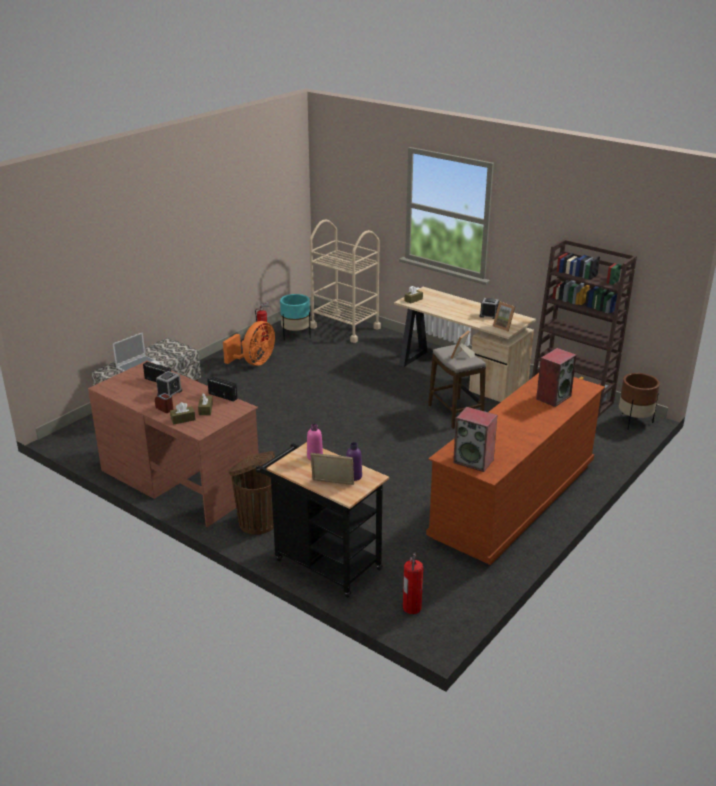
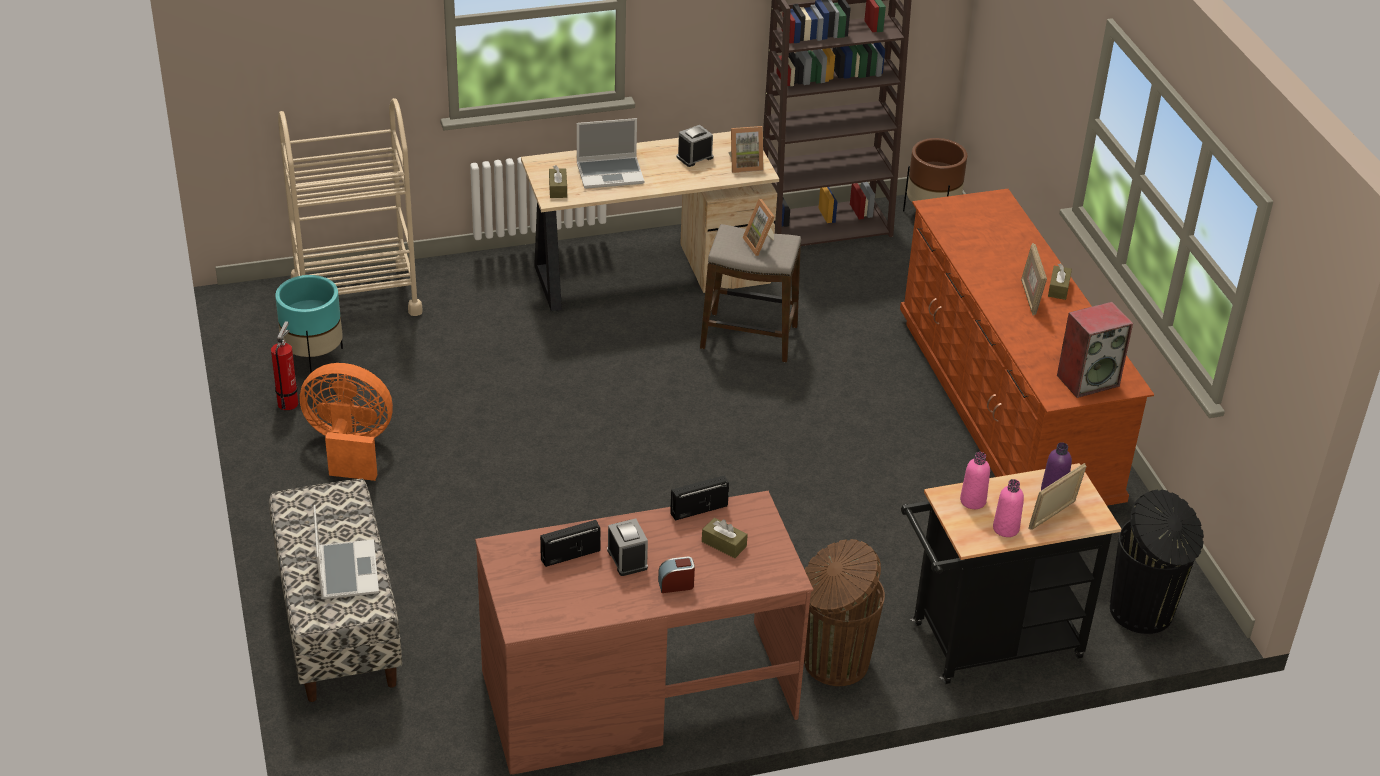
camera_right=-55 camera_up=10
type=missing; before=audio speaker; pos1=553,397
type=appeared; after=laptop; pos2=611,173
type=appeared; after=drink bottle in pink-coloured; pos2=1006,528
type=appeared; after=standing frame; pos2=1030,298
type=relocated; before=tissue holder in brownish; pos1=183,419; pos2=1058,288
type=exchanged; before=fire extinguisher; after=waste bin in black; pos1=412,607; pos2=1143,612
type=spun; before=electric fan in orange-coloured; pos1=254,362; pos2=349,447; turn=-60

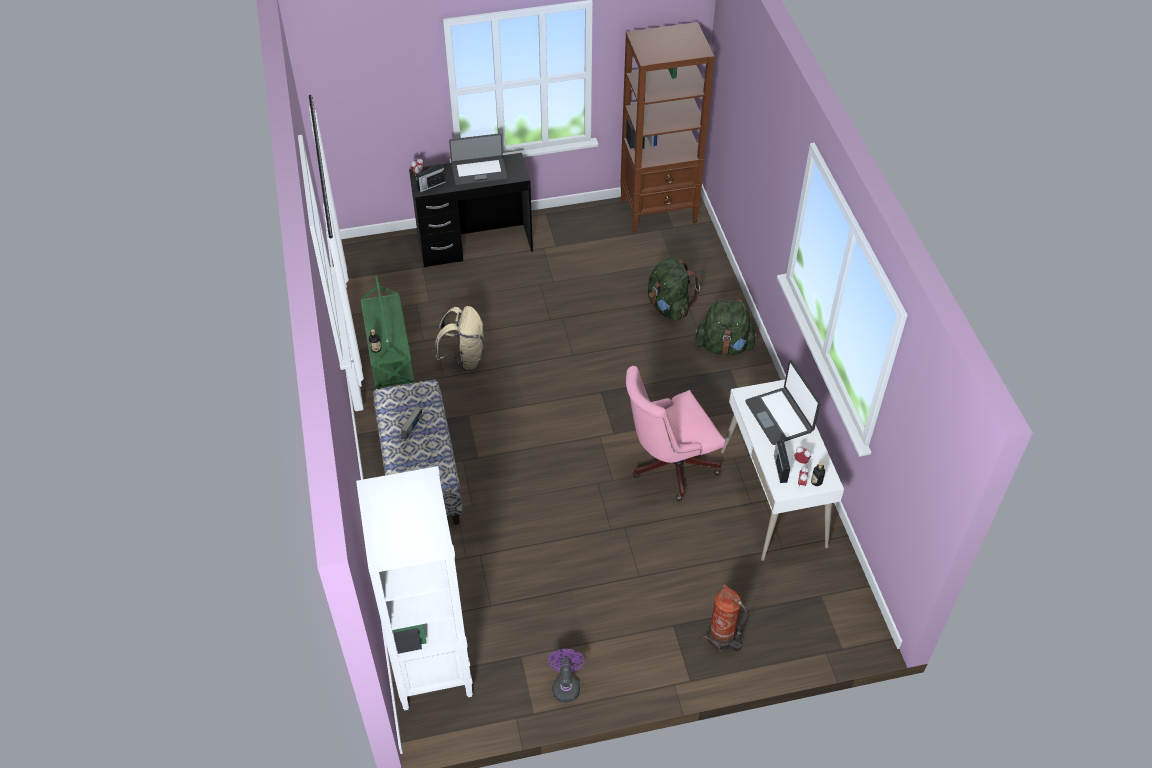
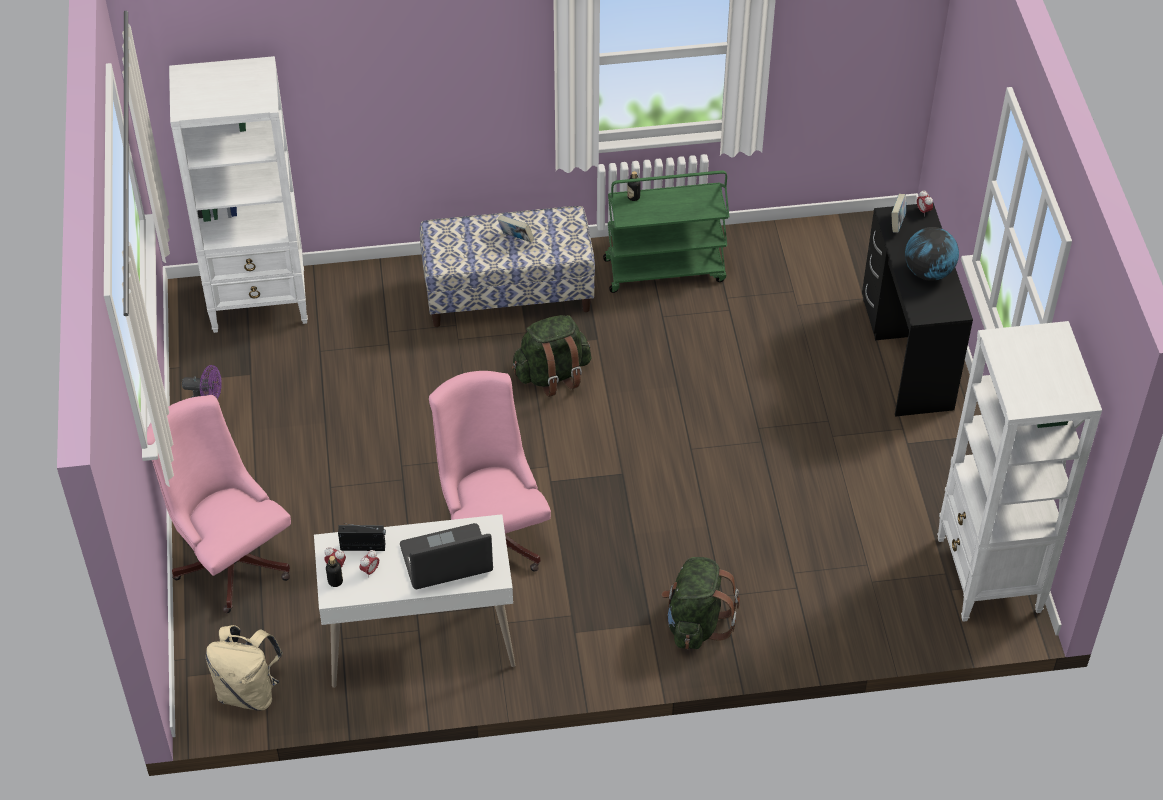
camera_right=95 camera_up=0
type=relocated; before=rucksack in beige-coloured; pos1=464,358; pos2=249,691
type=relocated; before=rucksack in greenish; pos1=669,306; pos2=552,375
type=exchanged; before=radio; after=volume; pos1=431,186; pos2=897,223
type=exchanged; before=laptop; after=world globe; pos1=479,171; pos2=928,272
type=exchanged; before=fire extinguisher; after=computer chair in pink-coloured; pos1=722,638; pos2=229,557
type=colour; before=bookcase in brownish; after=bookcase in white; pos1=659,211; pos2=988,576

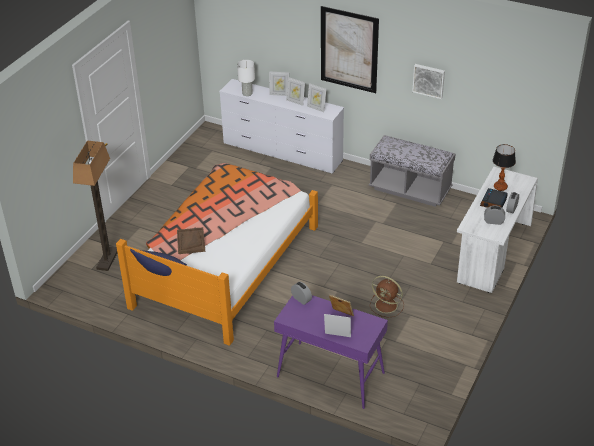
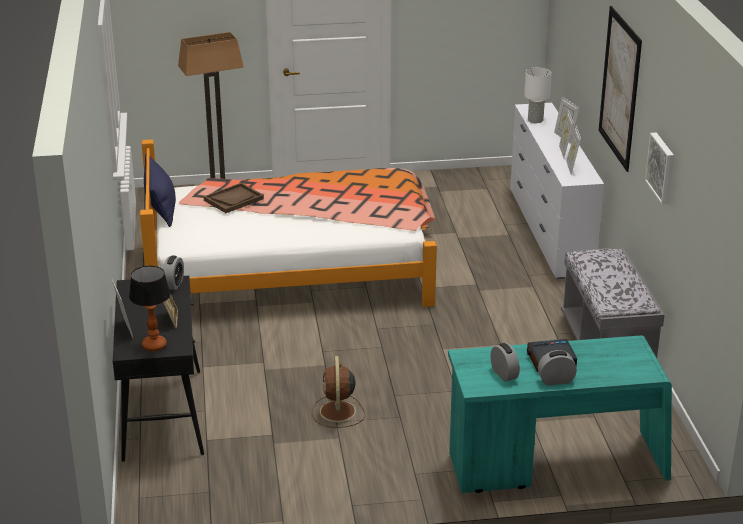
camera_right=55 camera_up=-10
type=relocated; before=tabletop lamp; pos1=500,187; pos2=154,345
type=colour; before=hall table in purple-coloured; after=hall table in black; pos1=330,375; pos2=162,414
type=colour; before=desk table in white; after=desk table in turquoise; pos1=492,253; pos2=555,465

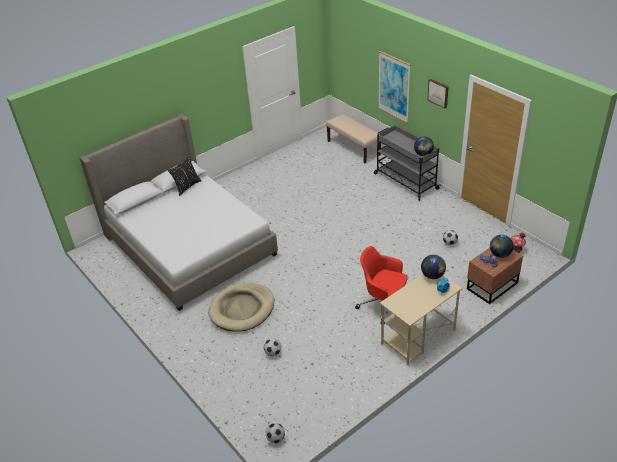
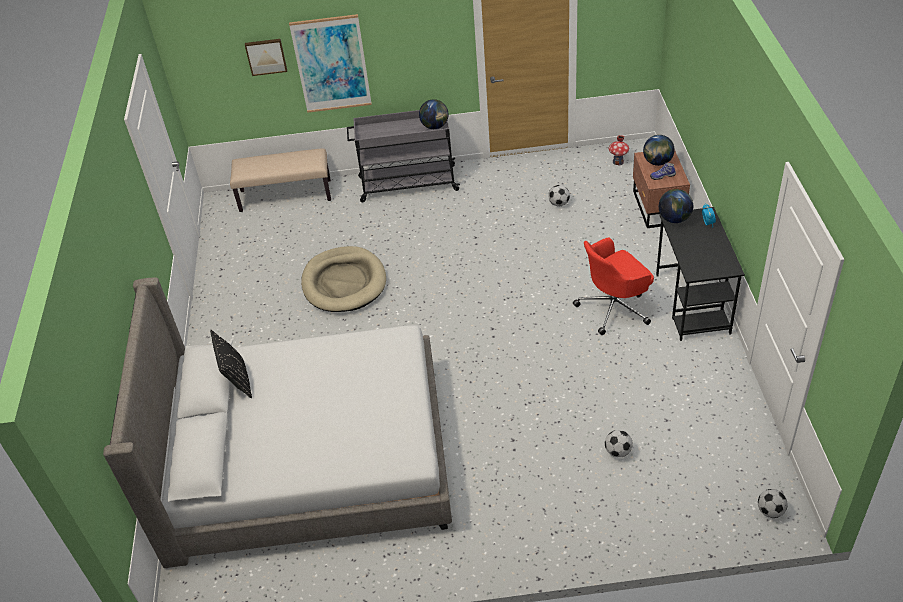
camera_right=-55 camera_up=5
type=relocated; before=dog bed in beige-coloured; pos1=242,309; pos2=344,282
type=relocated; before=wall picture; pos1=438,93; pos2=266,56
type=colour; before=desk table in beige-coloured; after=desk table in black; pos1=418,337; pos2=692,304

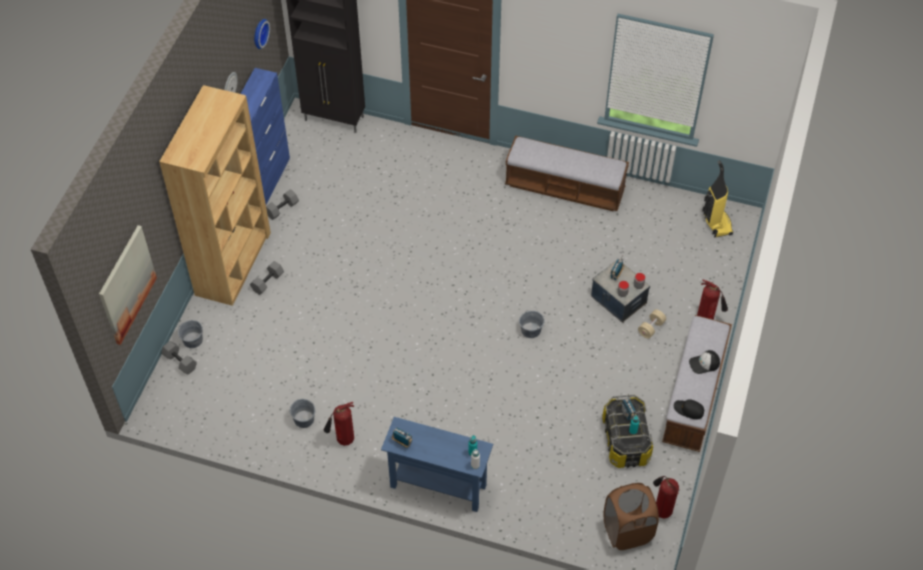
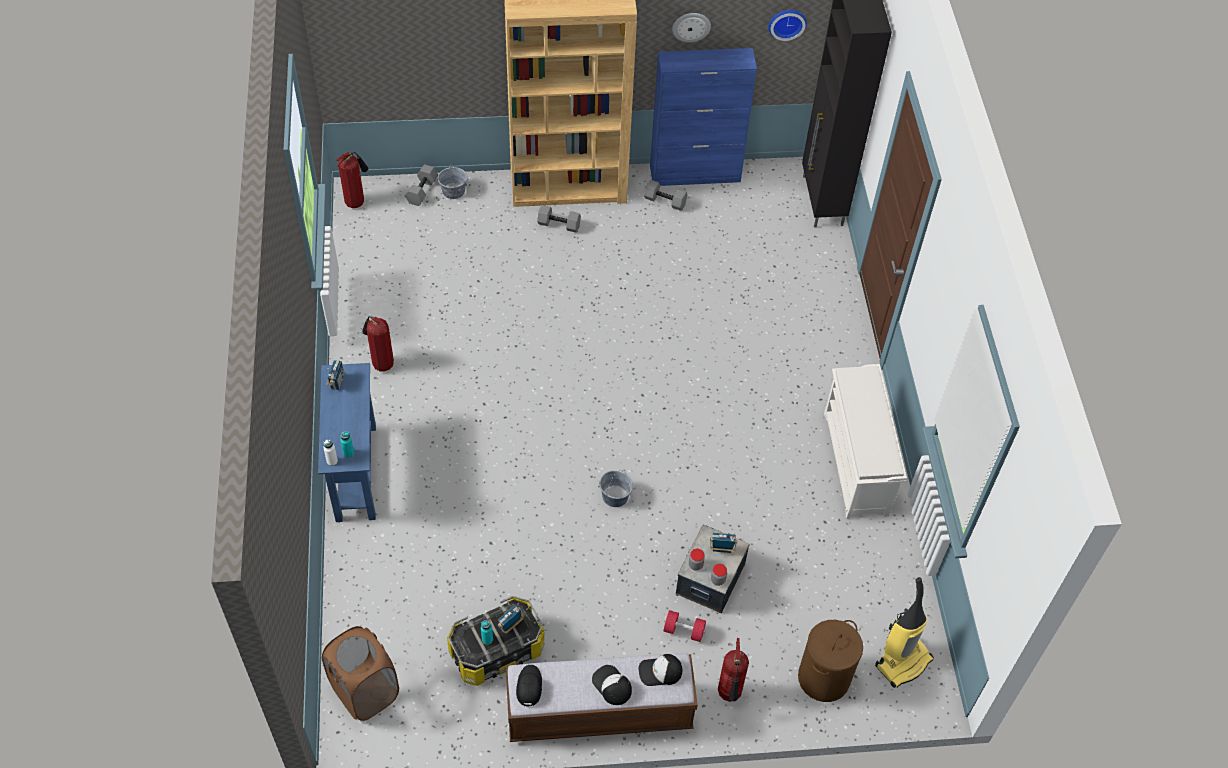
camera_right=65 camera_up=0
type=missing; before=wall picture; pos1=126,284
type=missing; before=bucket in gray; pos1=303,419
type=appeared; after=peaked cap; pos2=660,672
type=appeared; after=hamper in brownish; pos2=823,678
type=relocated; before=fire extinguisher; pos1=661,510; pos2=356,201
type=exchanged; before=indoor bench; after=shoe rack in white; pos1=565,188; pos2=857,464
type=colour; before=hand weight in beige-coloured; after=hand weight in red-coloured; pos1=651,328; pos2=684,631

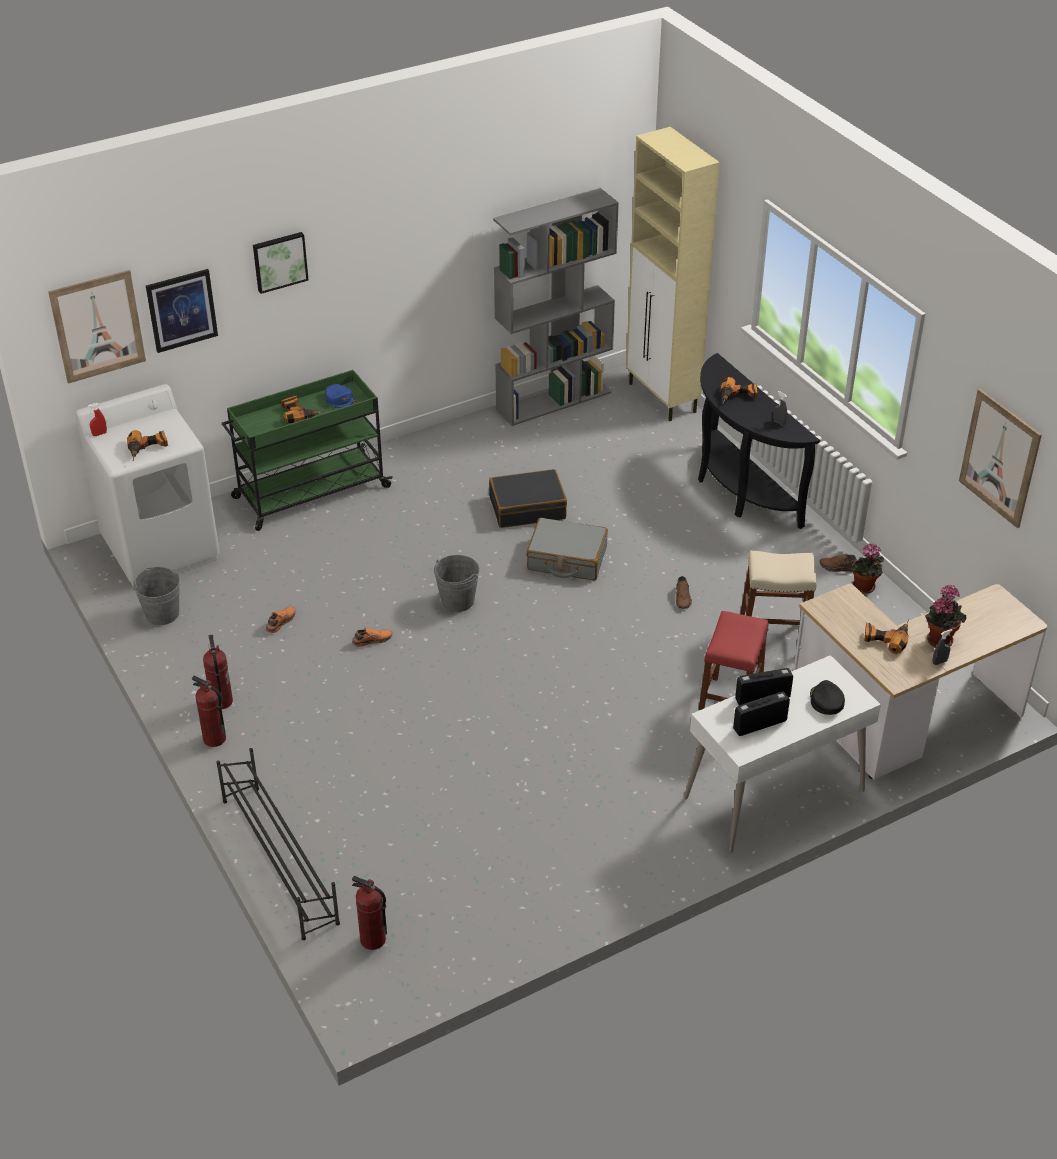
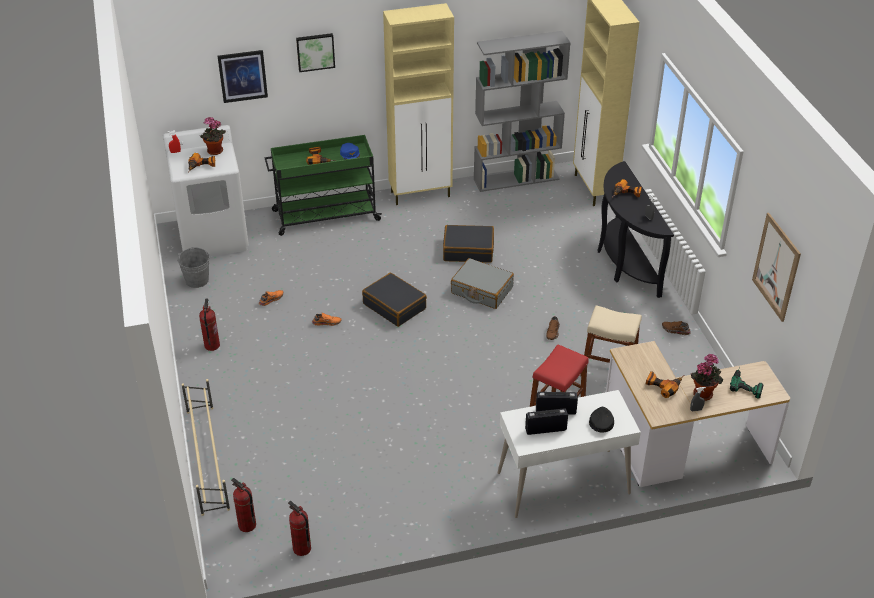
camera_right=15 camera_up=0
type=missing; before=wall picture; pos1=98,326
type=appeared; after=cupboard in beige-coloured; pos2=421,194
type=appeared; after=electric drill; pos2=747,383
type=relocated; before=fire extinguisher; pos1=214,739; pos2=301,549
type=relocated; before=houseplant; pos1=864,588; pos2=214,152
type=exchanged; before=bucket in gray; after=piece of luggage in black; pos1=457,601; pos2=395,306
type=colour; before=shoe rack in black; after=shoe rack in beige-coloured; pos1=279,859; pos2=208,458

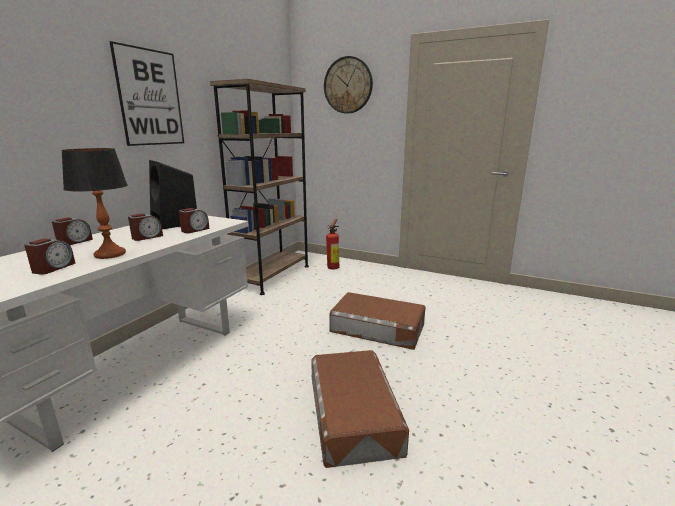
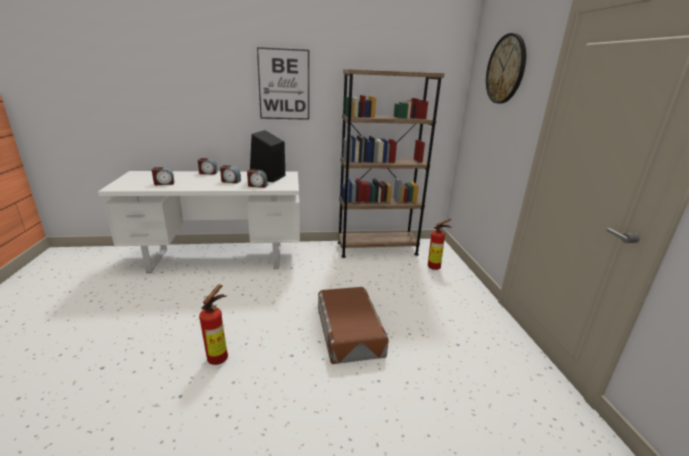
camera_right=55 camera_up=5
type=missing; before=tabletop lamp; pos1=110,254
type=exchanged; before=storage box in brownish; after=fire extinguisher; pos1=352,413; pos2=220,357

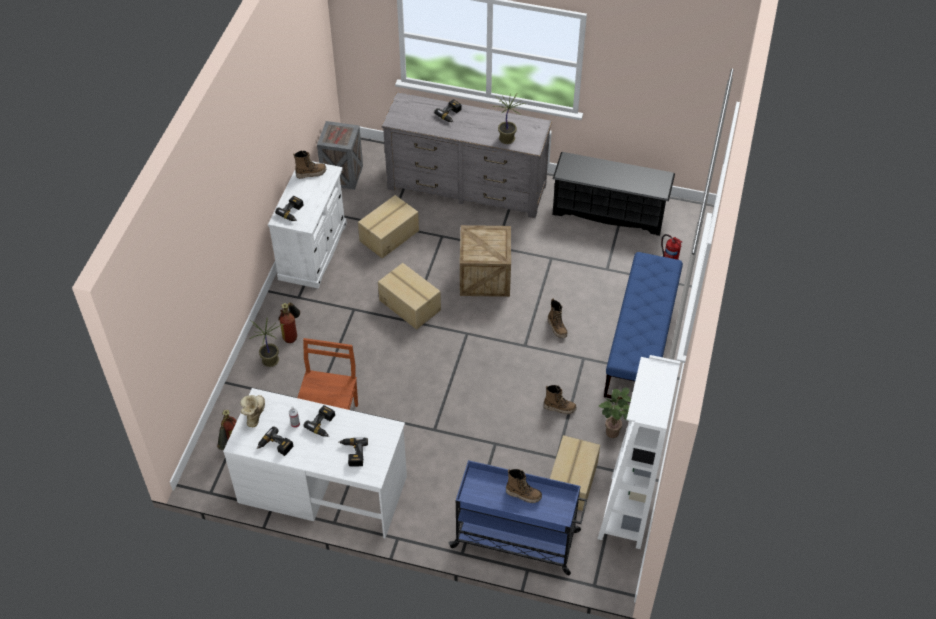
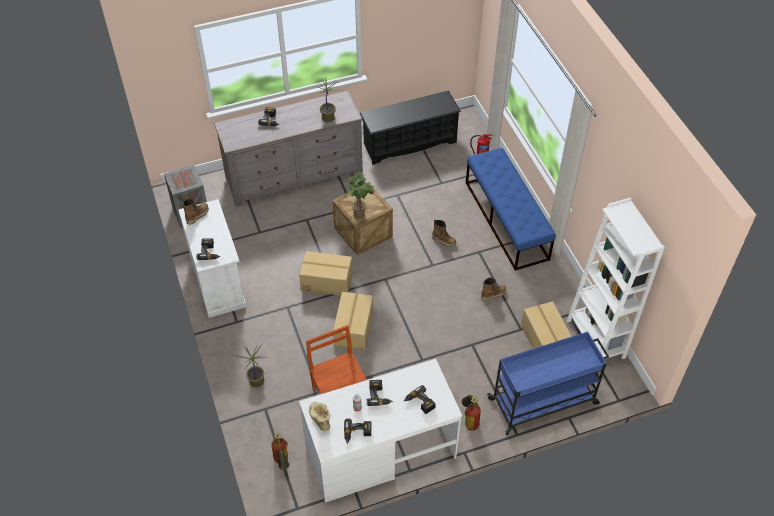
camera_right=-35 camera_up=0
type=missing; before=tall boot; pos1=523,494
type=relocated; before=fire extinguisher; pos1=292,333; pos2=469,420
type=relocated; before=carton; pos1=388,235; pos2=353,328
type=relocated; before=houseplant; pos1=612,434; pos2=360,215

